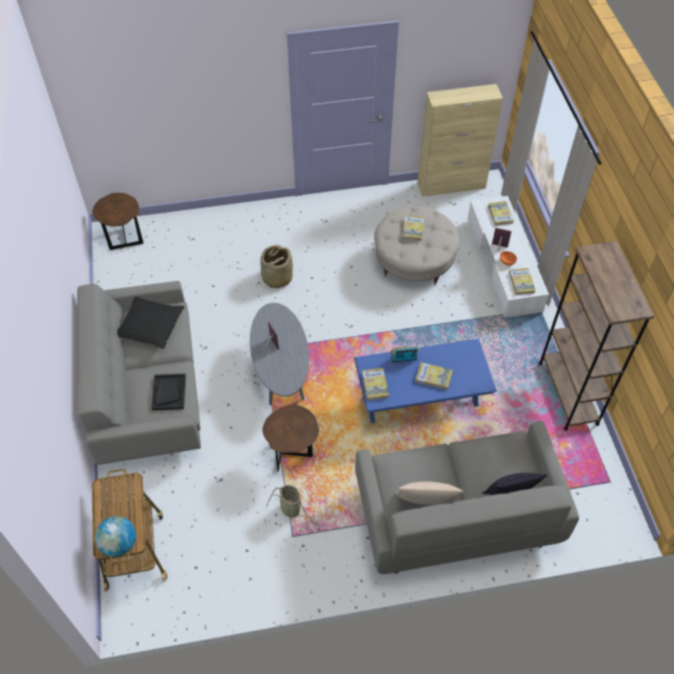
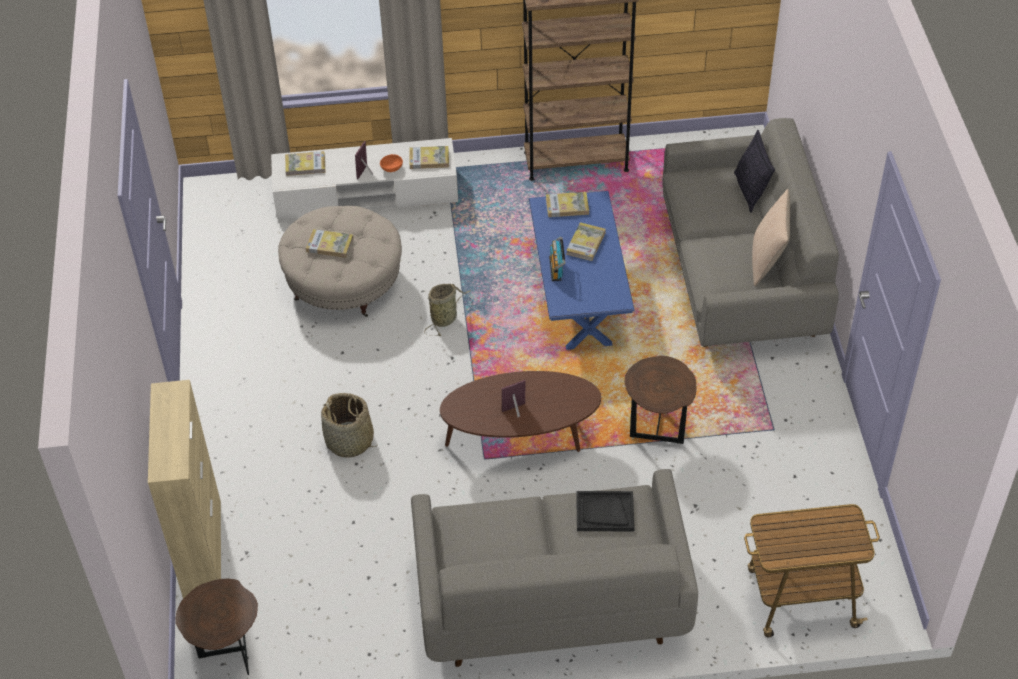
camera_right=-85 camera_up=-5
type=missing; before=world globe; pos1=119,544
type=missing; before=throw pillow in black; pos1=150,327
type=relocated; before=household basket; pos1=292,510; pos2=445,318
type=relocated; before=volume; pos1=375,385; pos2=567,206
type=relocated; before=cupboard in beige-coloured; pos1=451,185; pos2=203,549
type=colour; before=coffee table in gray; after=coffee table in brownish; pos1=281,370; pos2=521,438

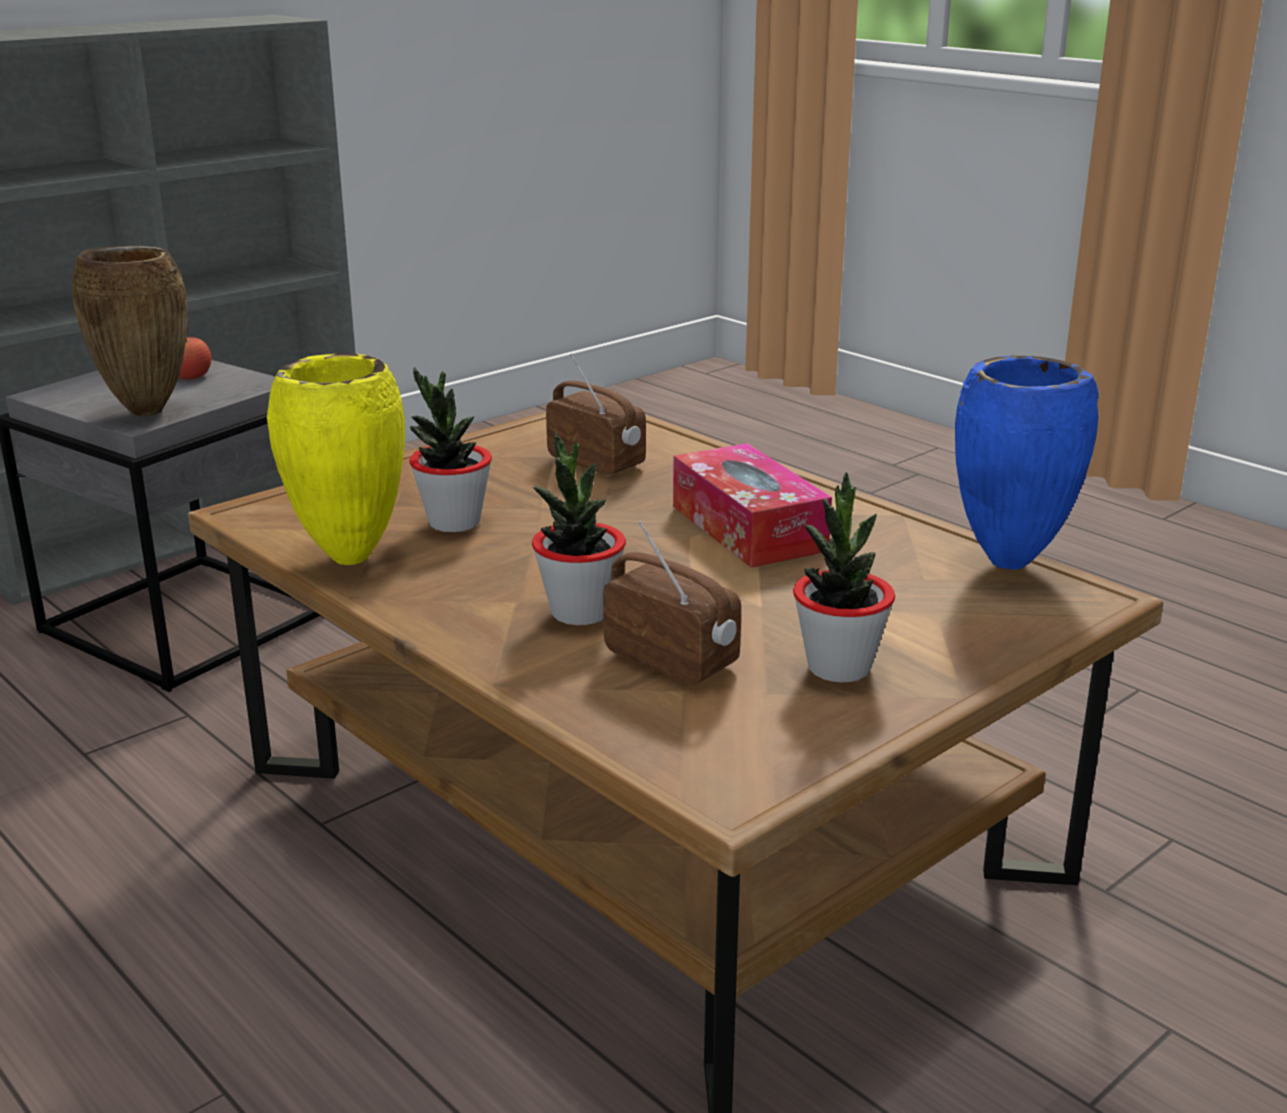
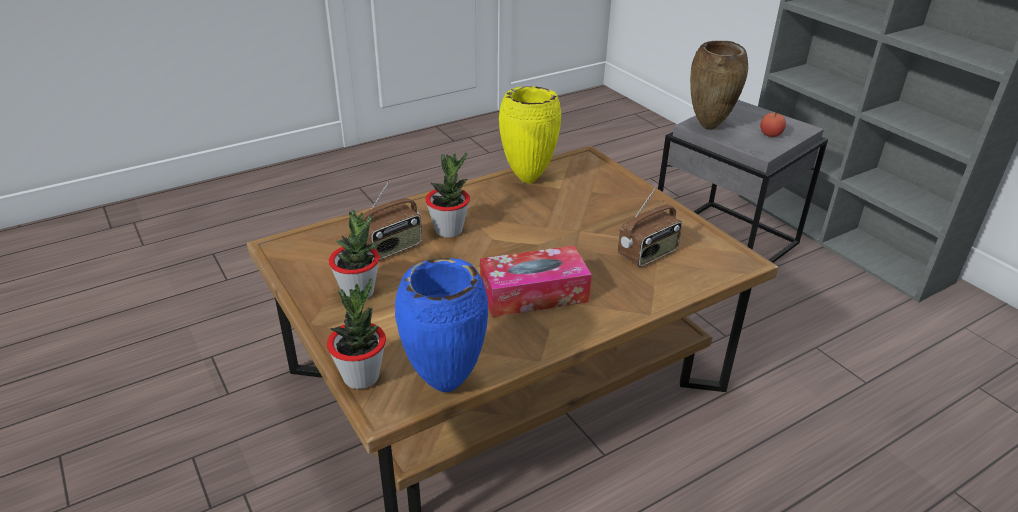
camera_right=100 camera_up=10
type=relocated; before=houseplant; pos1=454,522; pos2=361,376

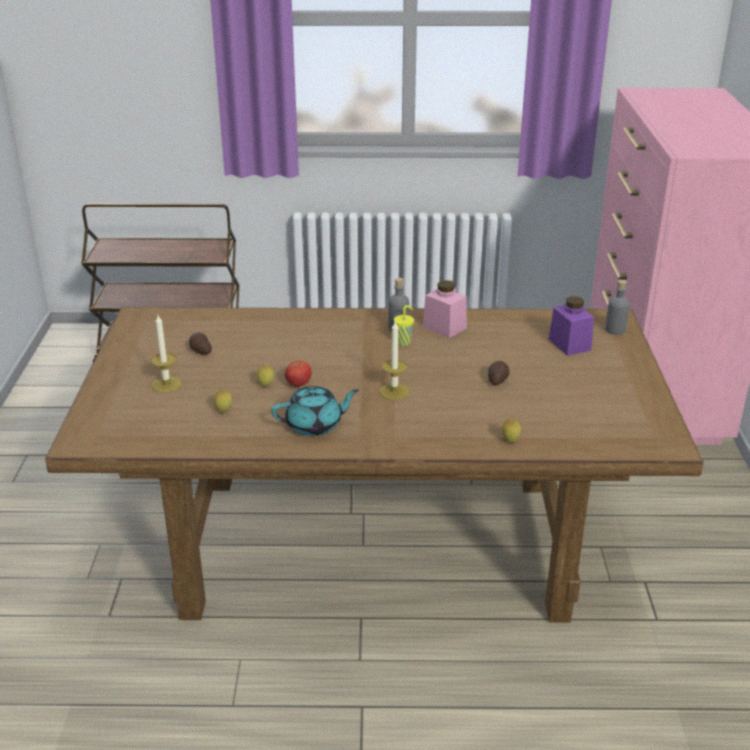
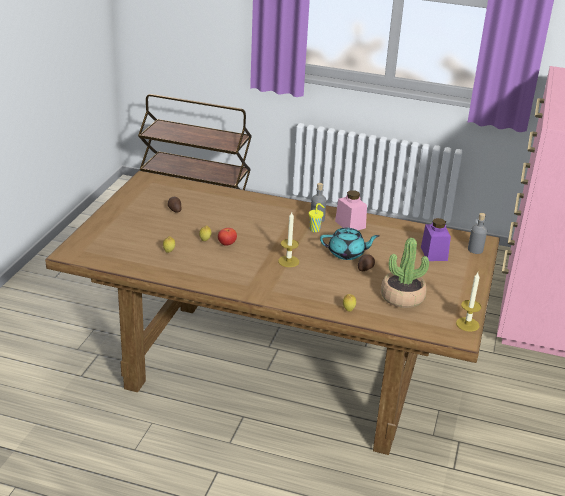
camera_right=15 camera_up=0
type=appeared; after=houseplant; pos2=402,297
type=relocated; before=wax light; pos1=166,384; pos2=467,324
type=relocated; before=tea pot in turquoise; pos1=315,425; pos2=347,253

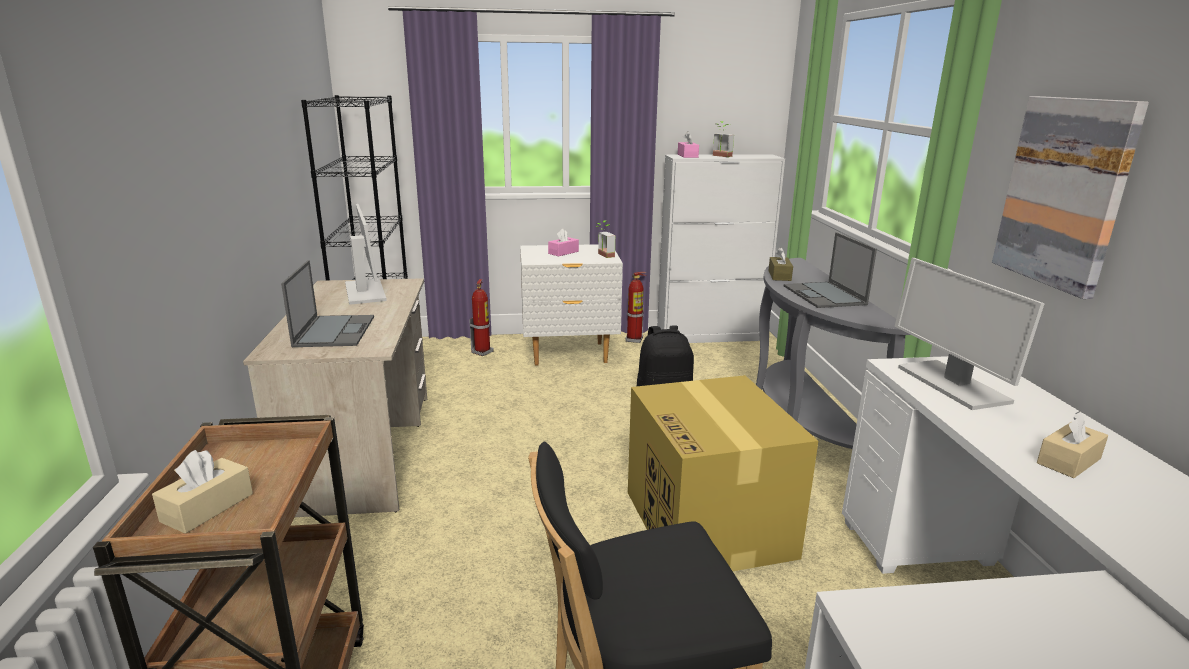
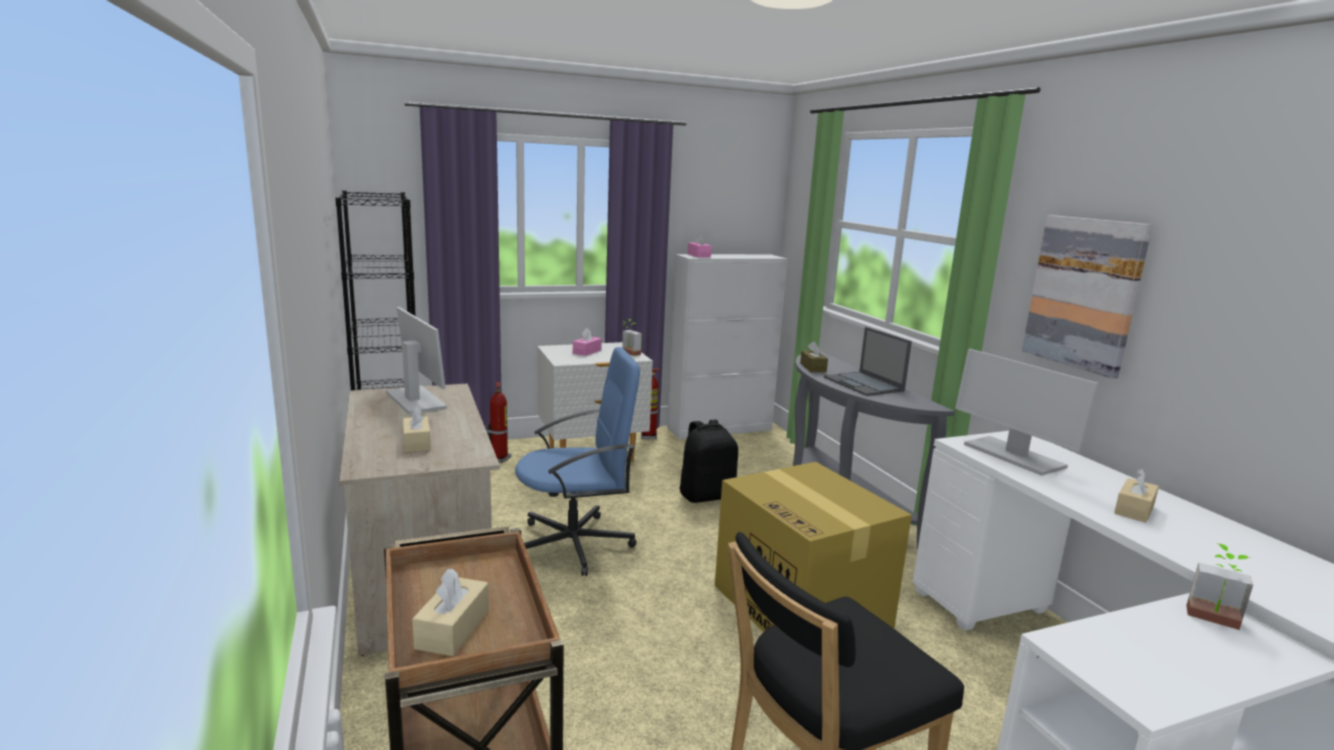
camera_right=-15 camera_up=-5
type=appeared; after=computer chair in bluish; pos2=575,544
type=relocated; before=houseplant; pos1=720,156; pos2=1213,621
type=exchanged; before=laptop; after=tissue holder in beige-coloured; pos1=334,331; pos2=417,443

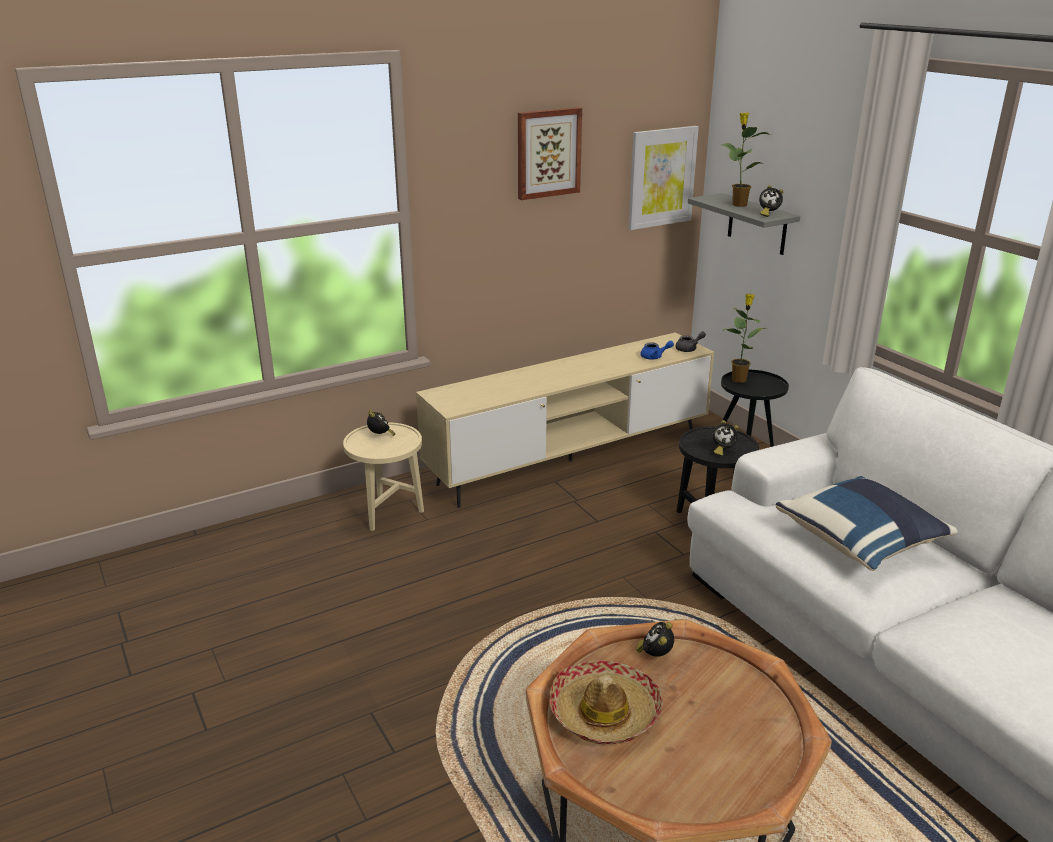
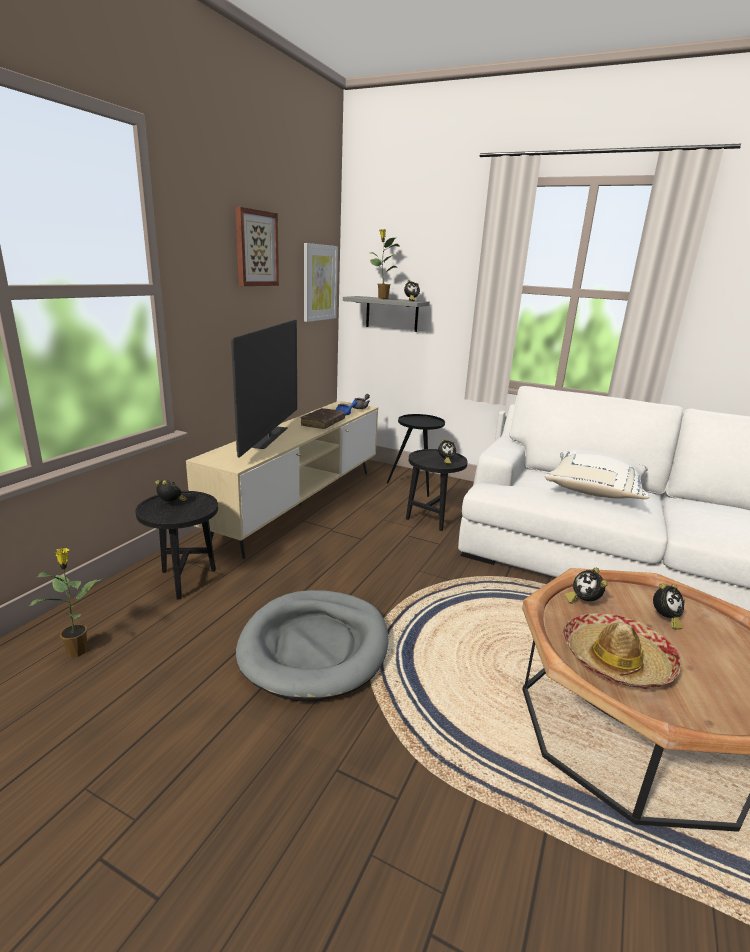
camera_right=-35 camera_up=-5
type=appeared; after=TV set; pos2=270,438
type=appeared; after=dog bed in gray; pos2=315,647
type=appeared; after=volume in brownish; pos2=323,423
type=appeared; after=alarm clock; pos2=664,619
type=relocated; before=houseplant; pos1=739,379; pos2=78,650
type=colour; before=side table in beige-coloured; after=side table in black; pos1=388,515; pos2=185,582
type=colour; before=throw pillow in bluish; after=throw pillow in white; pos1=861,542; pos2=595,490

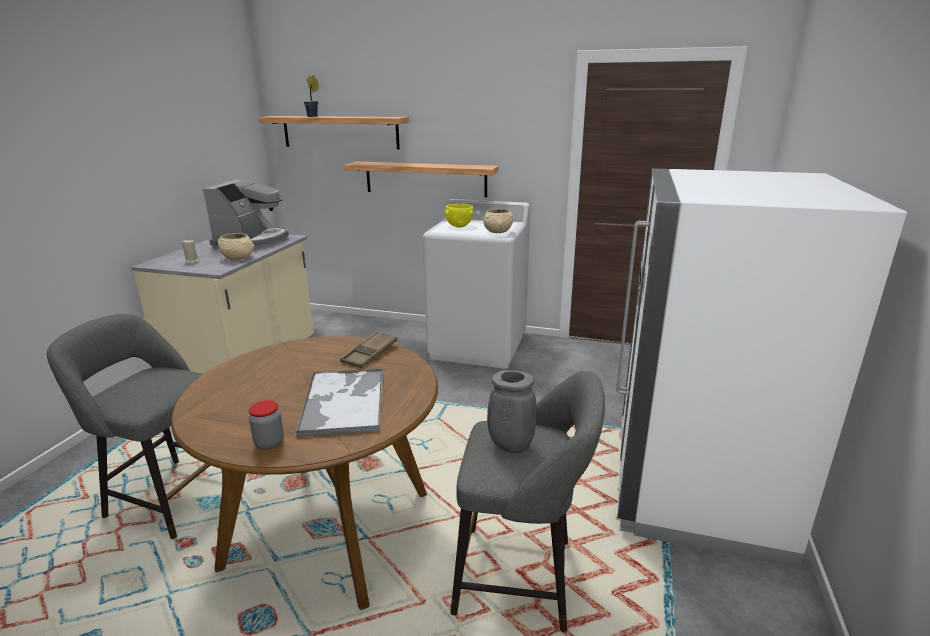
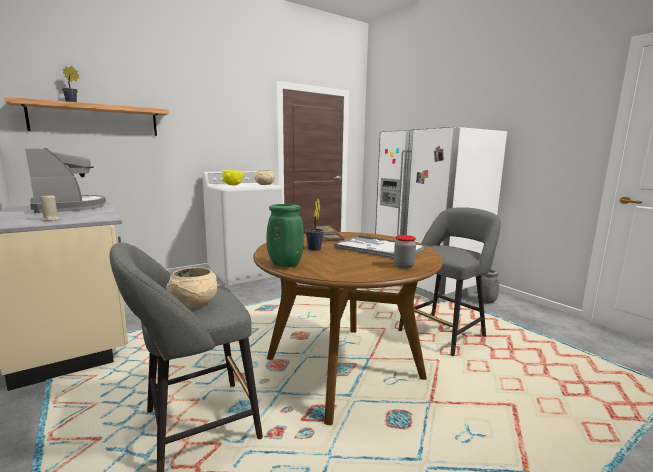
camera_right=-50 camera_up=-10
type=missing; before=bracket shelf; pos1=425,179
type=appeared; after=vase in greenish; pos2=284,265
type=appeared; after=houseplant; pos2=313,249
type=relocated; before=serving bowl in beige-coloured; pos1=237,258; pos2=193,304
type=relocated; before=vase in gray; pos1=509,446; pos2=486,302

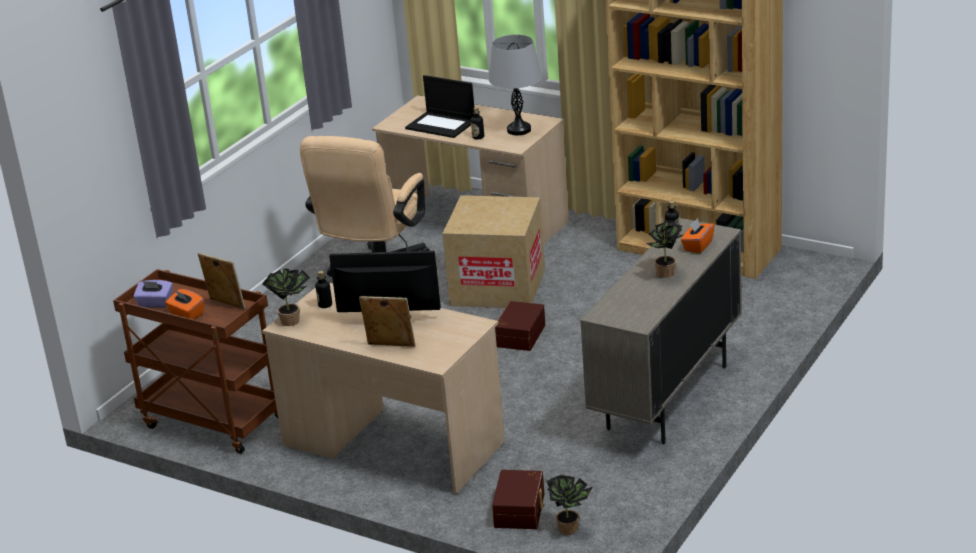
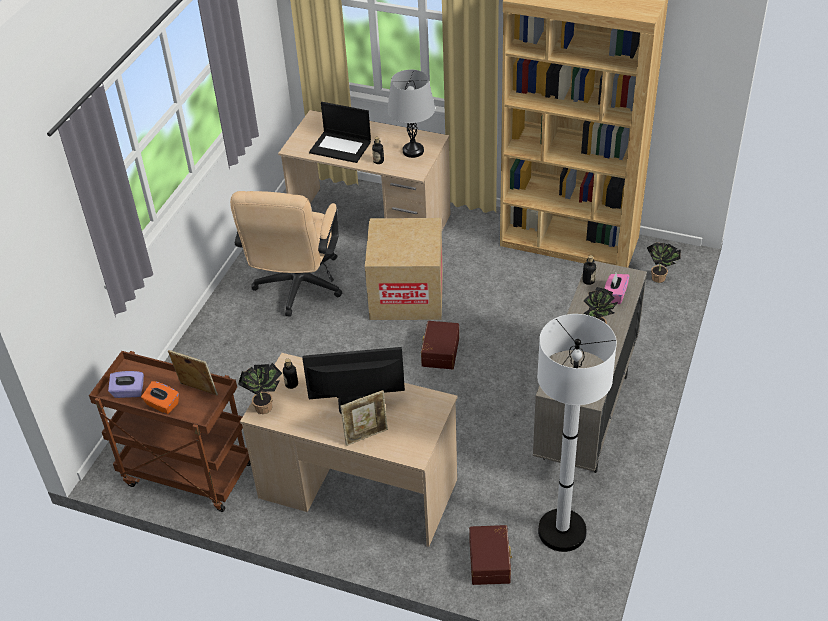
camera_right=-10 camera_up=15
type=appeared; after=standing lamp in white; pos2=562,531
type=relocated; before=houseplant; pos1=571,528; pos2=660,278
type=colour; before=tissue holder in orange-coloured; after=tissue holder in pink-coloured; pos1=697,246; pos2=615,295
type=spun; before=standing frame; pos1=390,346; pos2=366,435; turn=150

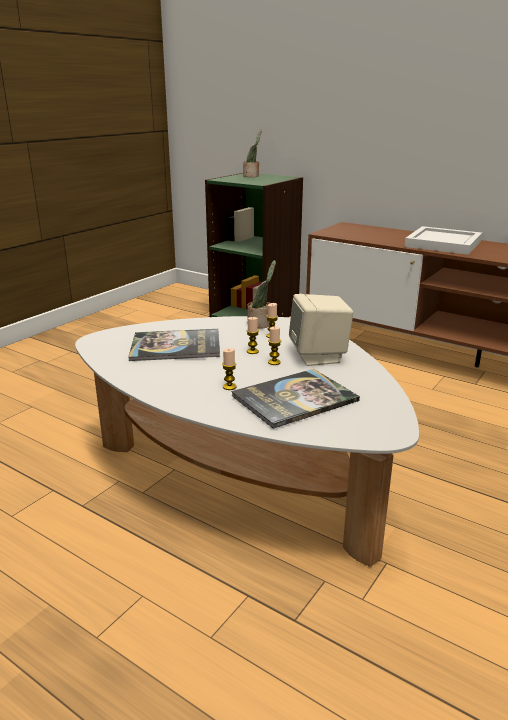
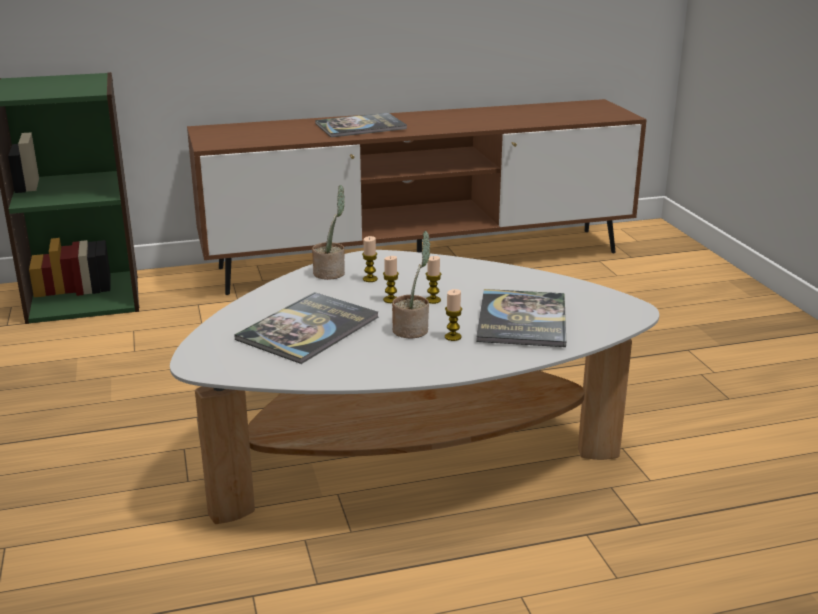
camera_right=-50 camera_up=0
type=missing; before=audio speaker in beige-coloured; pos1=319,356
type=relocated; before=houseplant; pos1=252,176; pos2=412,329
type=exchanged; before=serving tray in white; after=volume; pos1=444,244; pos2=360,127

